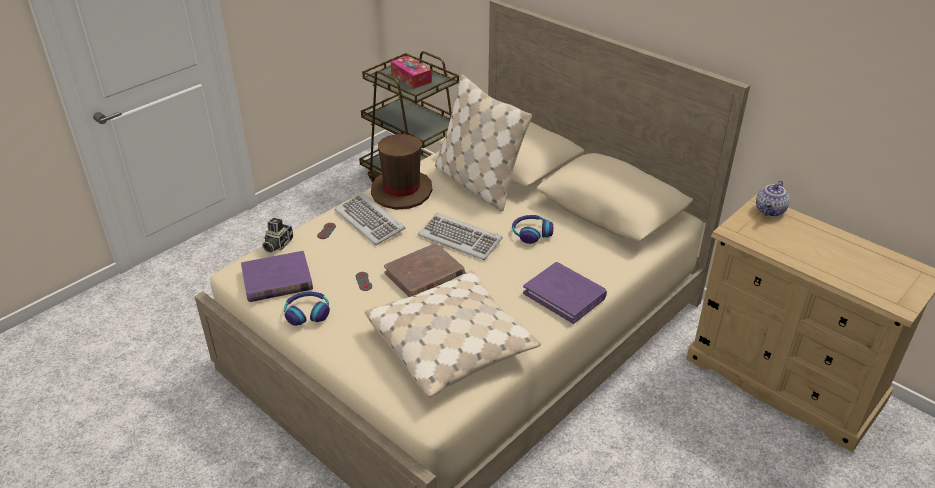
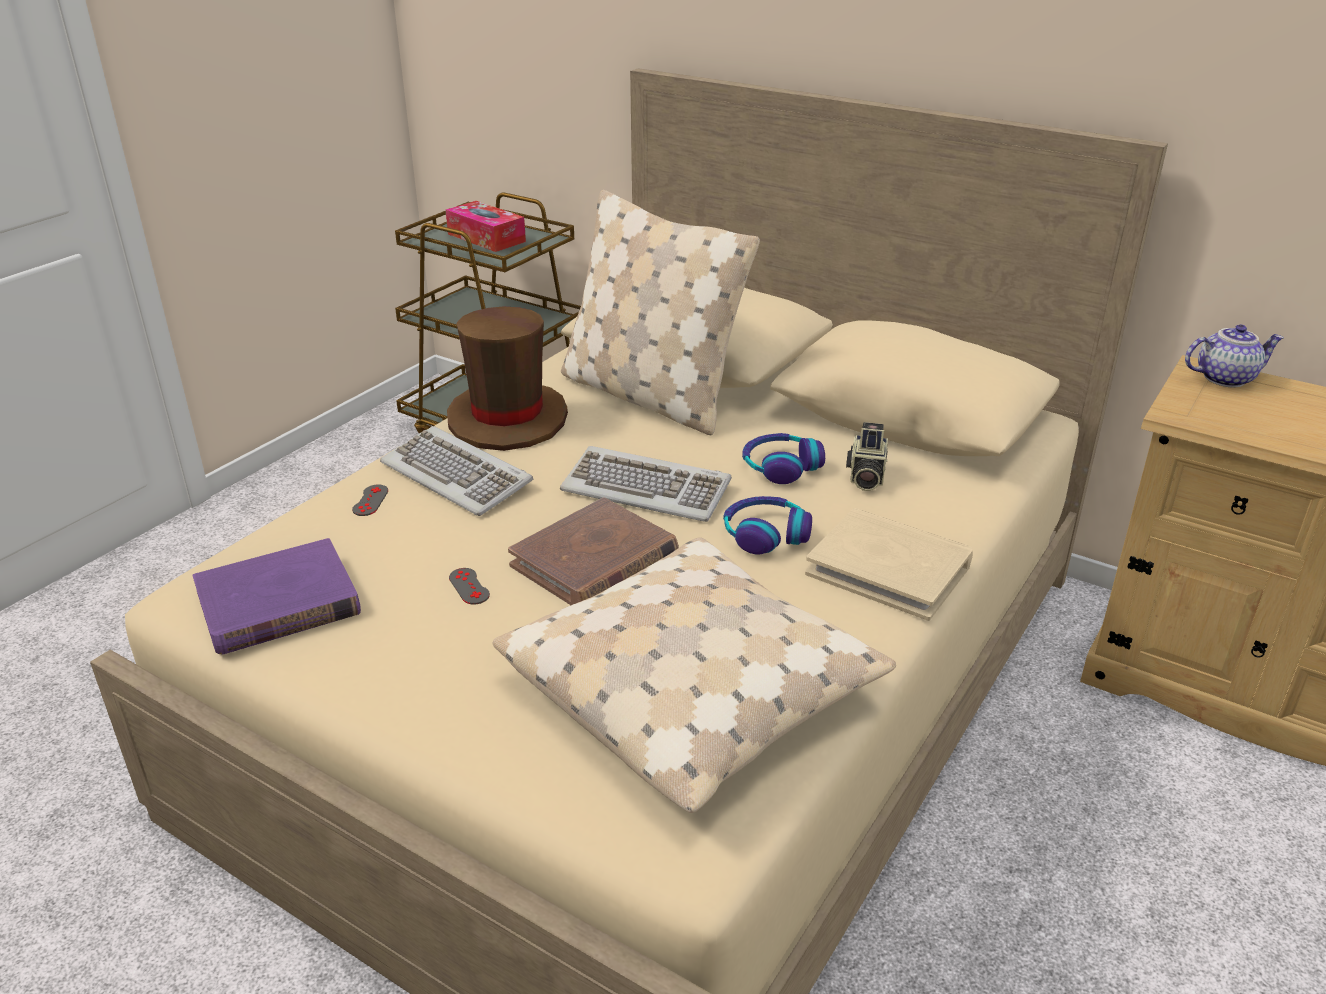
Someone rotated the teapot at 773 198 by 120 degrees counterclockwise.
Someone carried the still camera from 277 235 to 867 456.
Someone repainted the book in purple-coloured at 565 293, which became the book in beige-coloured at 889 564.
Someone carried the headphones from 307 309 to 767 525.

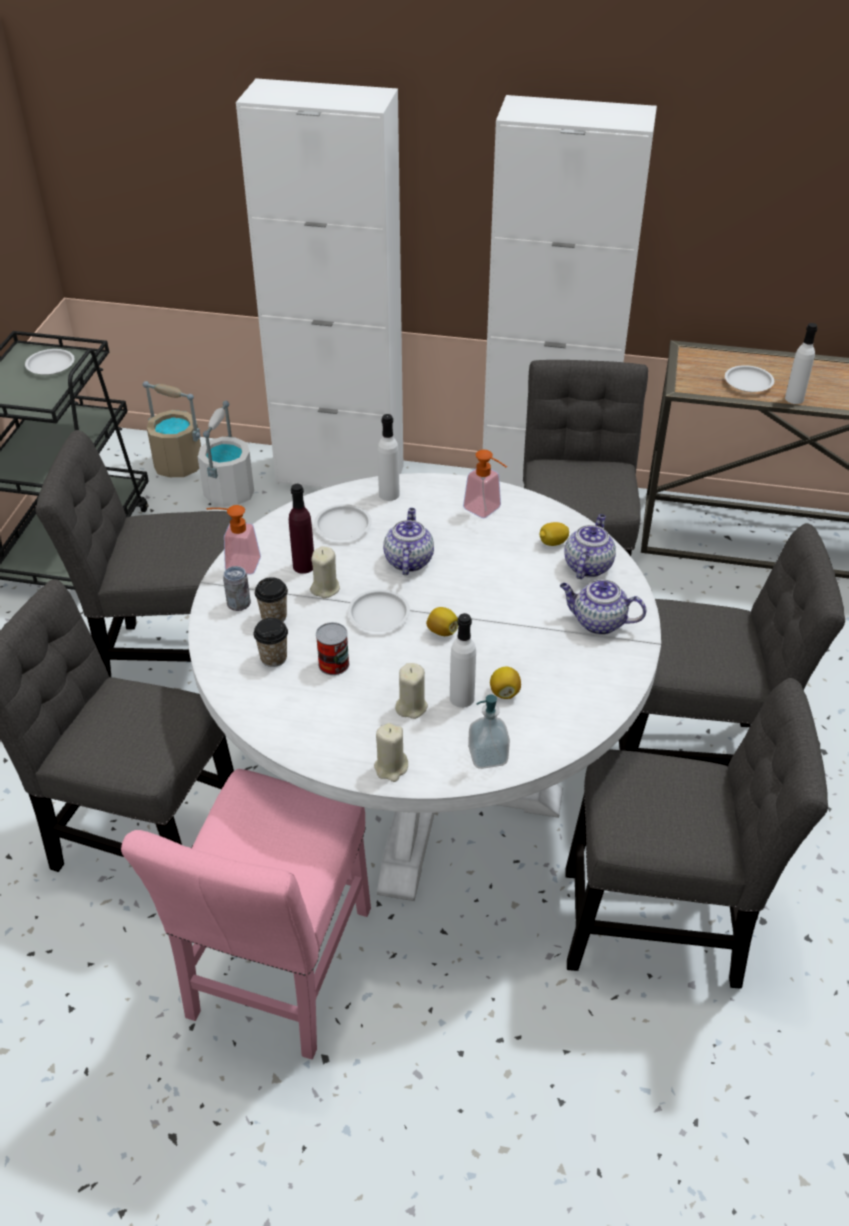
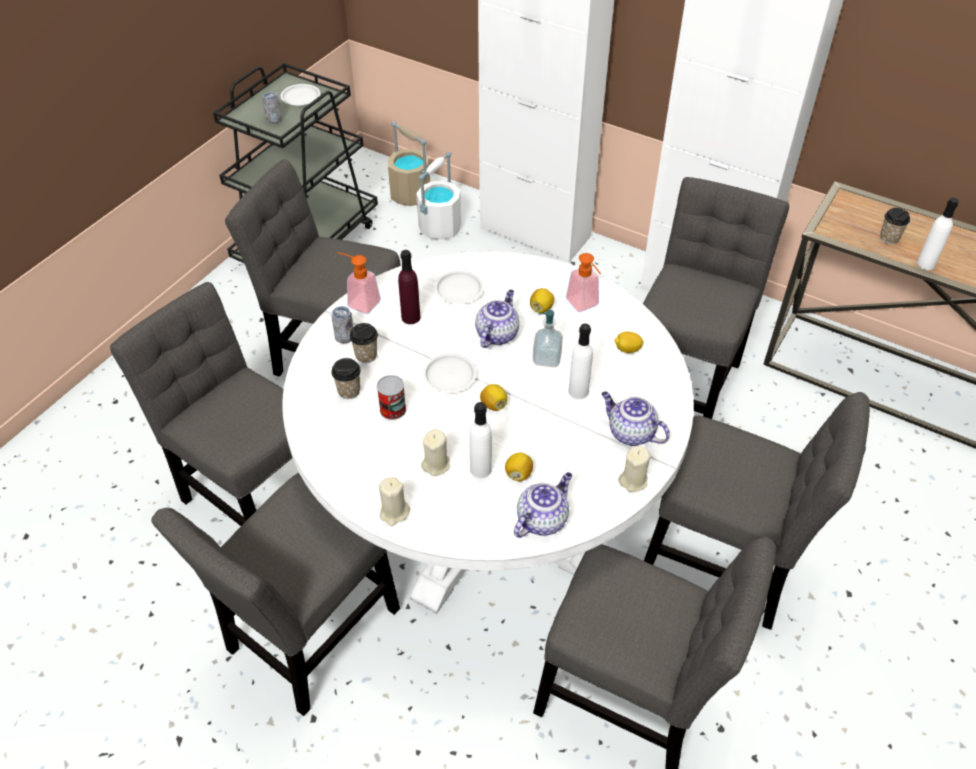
Someone swapped the dinner plate in white at 749 378 for the drinking cup at 895 226.
Someone carried the bottle in white from 389 457 to 581 361.
Someone carried the teapot from 590 546 to 543 505.
Someone carried the candle in beige-coloured from 325 572 to 634 468.
Someone carried the liquid soap bottle from 489 731 to 548 338.
Someone repainted the plain chair in pinkish at 246 914, which became the plain chair in greyish at 275 594.
Someone put down the can at 272 108.
Someone put down the lemon at 542 300.

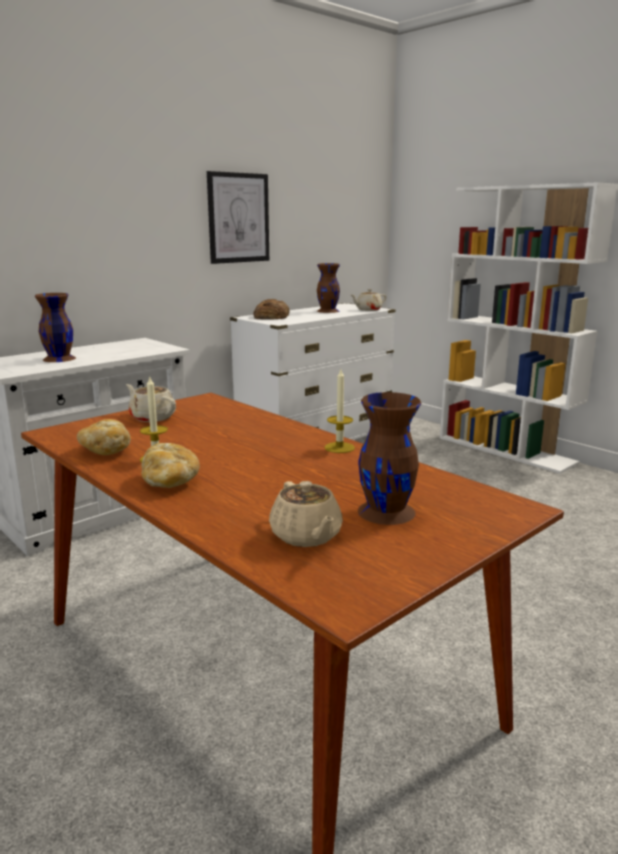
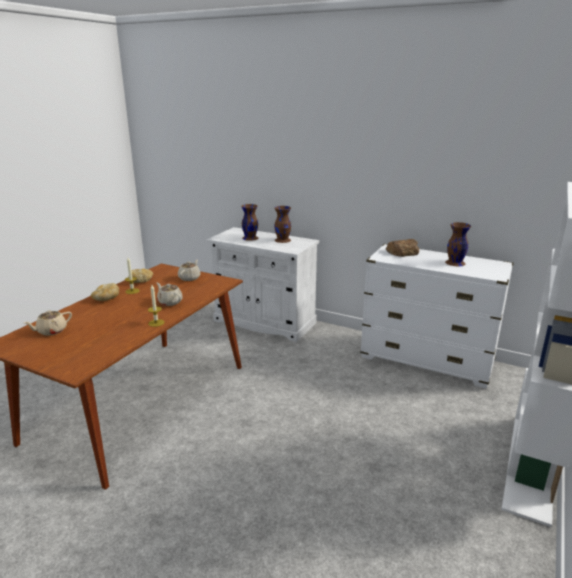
Someone took away the picture at 238 217.
Someone carried the teapot in beige-coloured from 368 300 to 170 294.
Someone carried the flower vase in brown-coloured from 389 458 to 282 224.

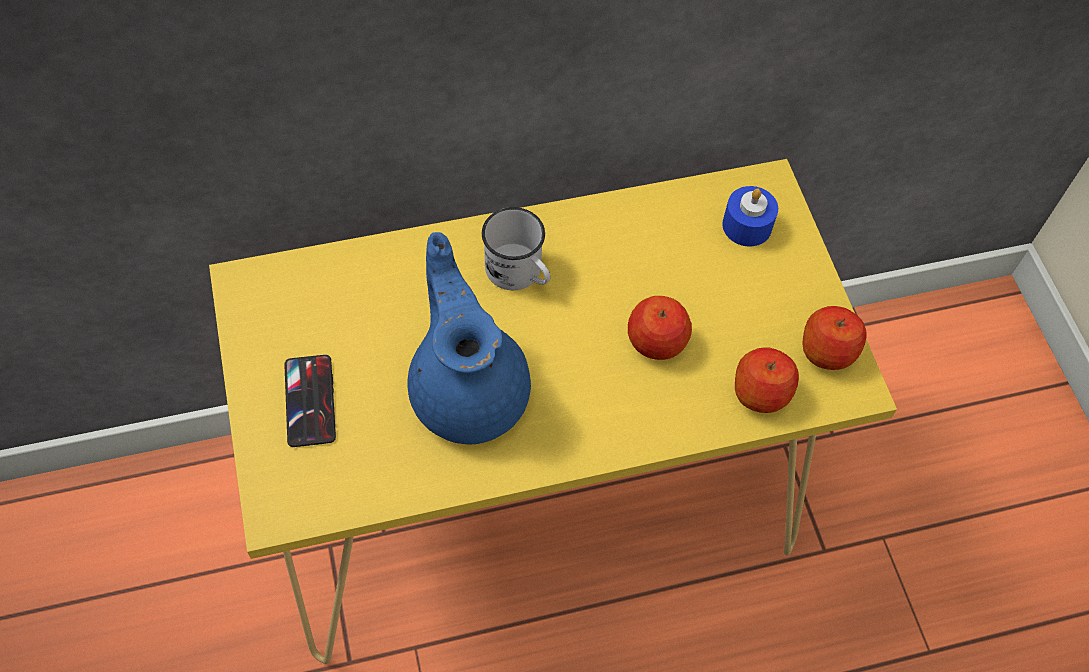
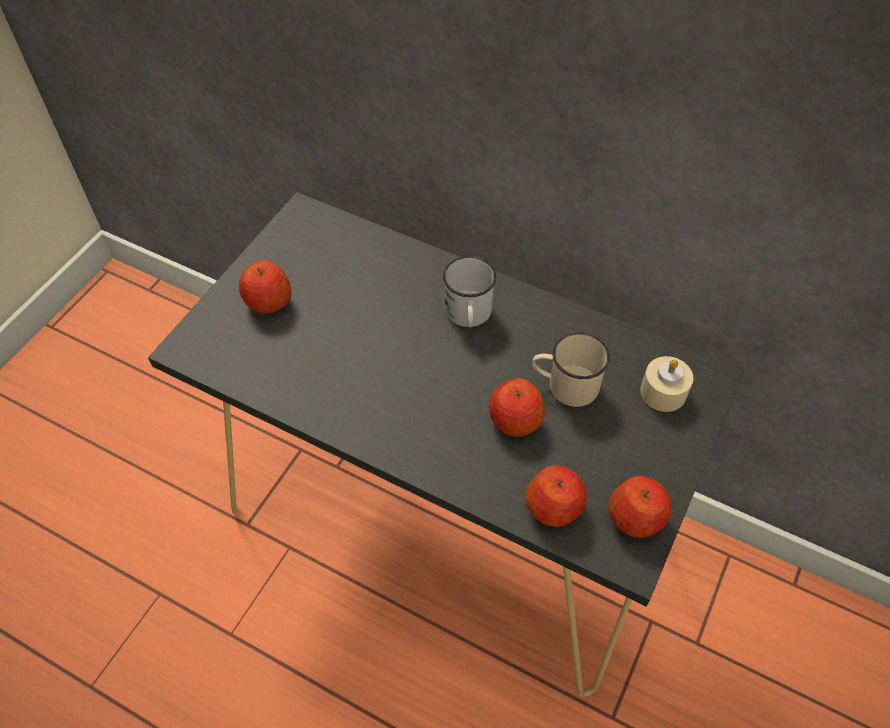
Someone repainted the console table in yellowish at 553 411, which became the console table in black-coloured at 446 444.
Someone repainted the candle in blue-coloured at 750 216, which became the candle in beige-coloured at 666 384.
Someone took away the teapot in blue-coloured at 469 338.
Someone swapped the handset at 310 401 for the whole apple at 265 287.
Someone put down the tea mug in beige-coloured at 571 369.

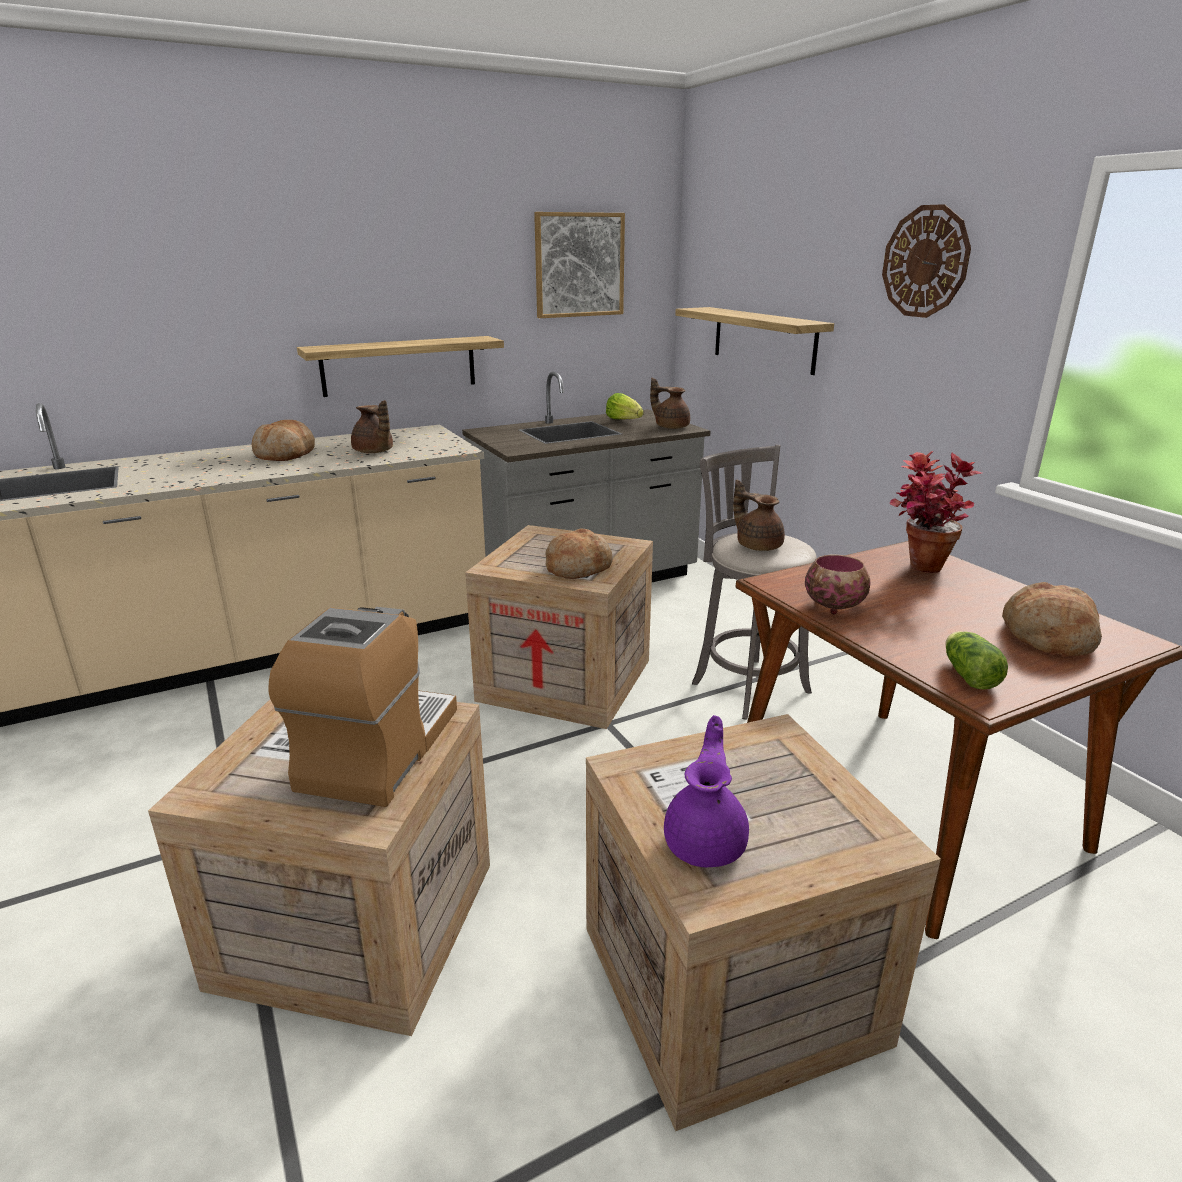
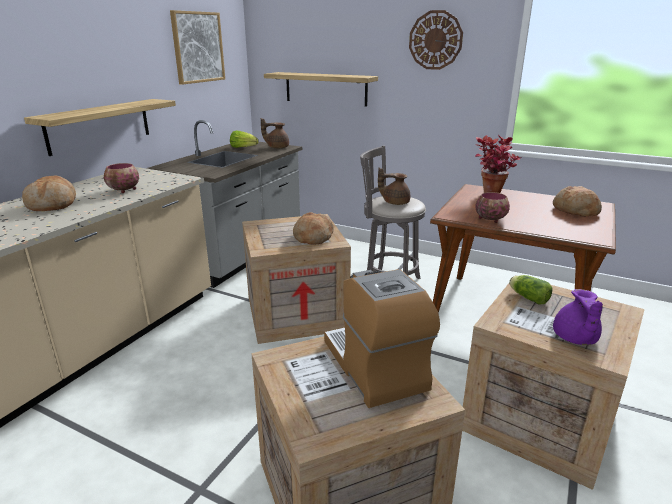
Someone swapped the teapot in brown-coloured at 372 426 for the deep dish at 121 178.
Someone carried the lettuce from 976 660 to 531 289.
Someone rotated the teapot in purple-coloured at 706 791 by 150 degrees counterclockwise.

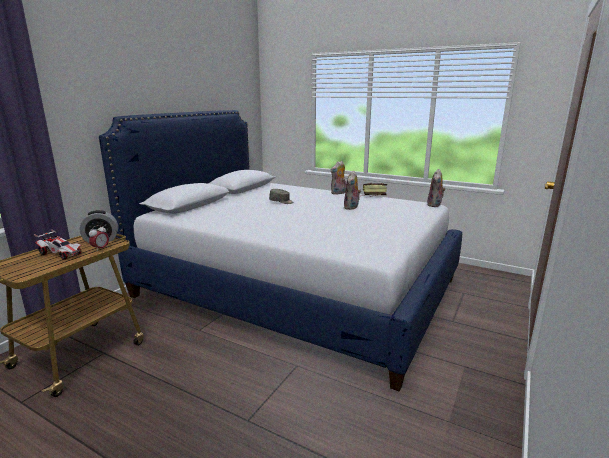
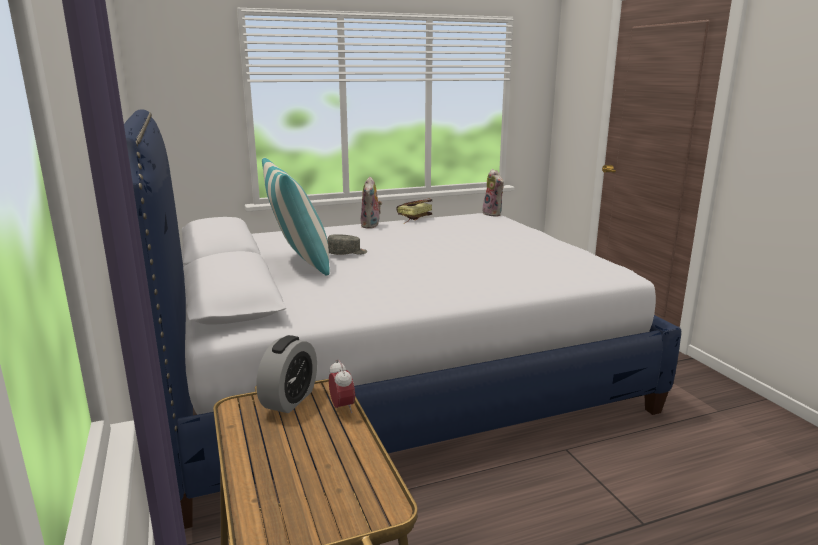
Someone took away the plush toy at 352 190.
Someone took away the miniature car at 57 244.
Someone put down the cushion at 296 217.

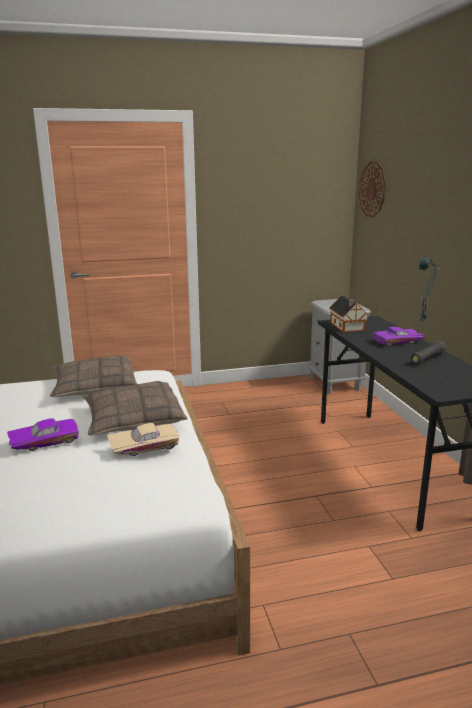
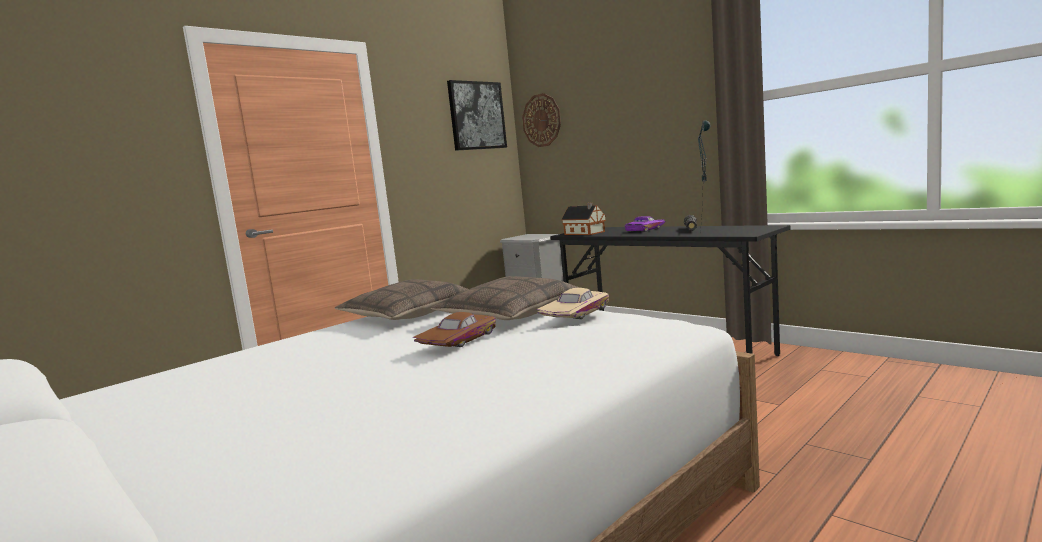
Someone repainted the miniature car in purple-coloured at 43 434, which became the miniature car in brown-coloured at 454 329.
Someone put up the picture at 477 115.

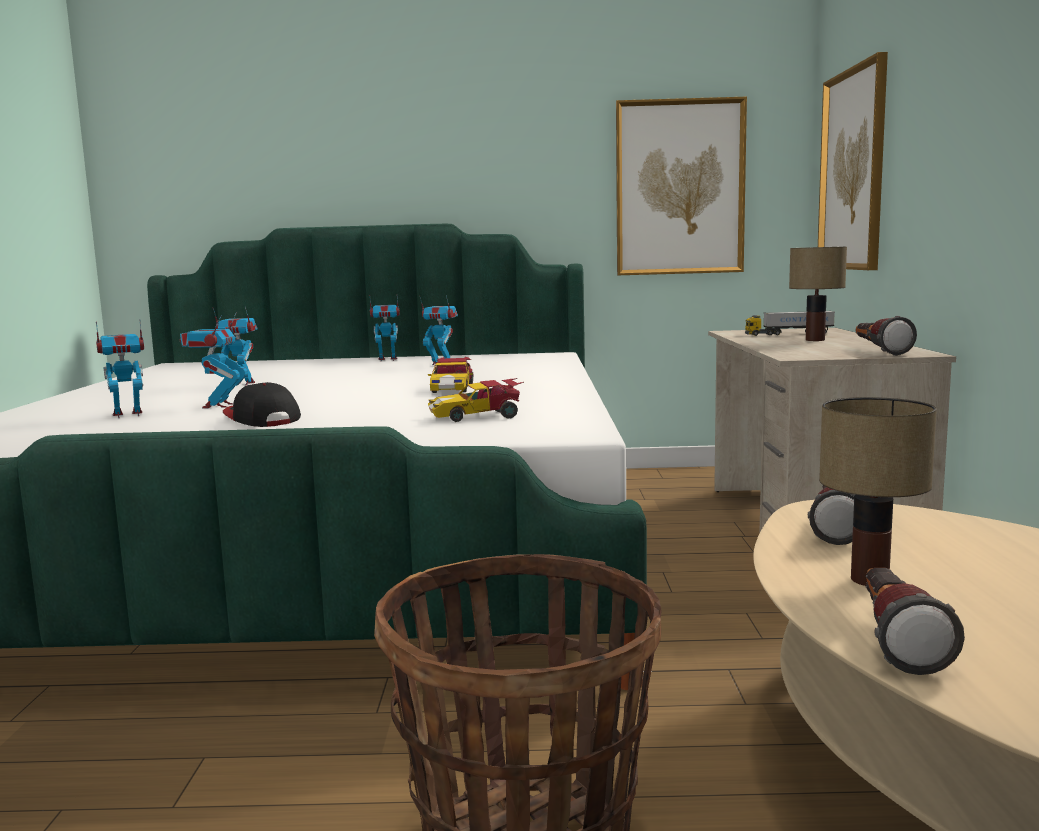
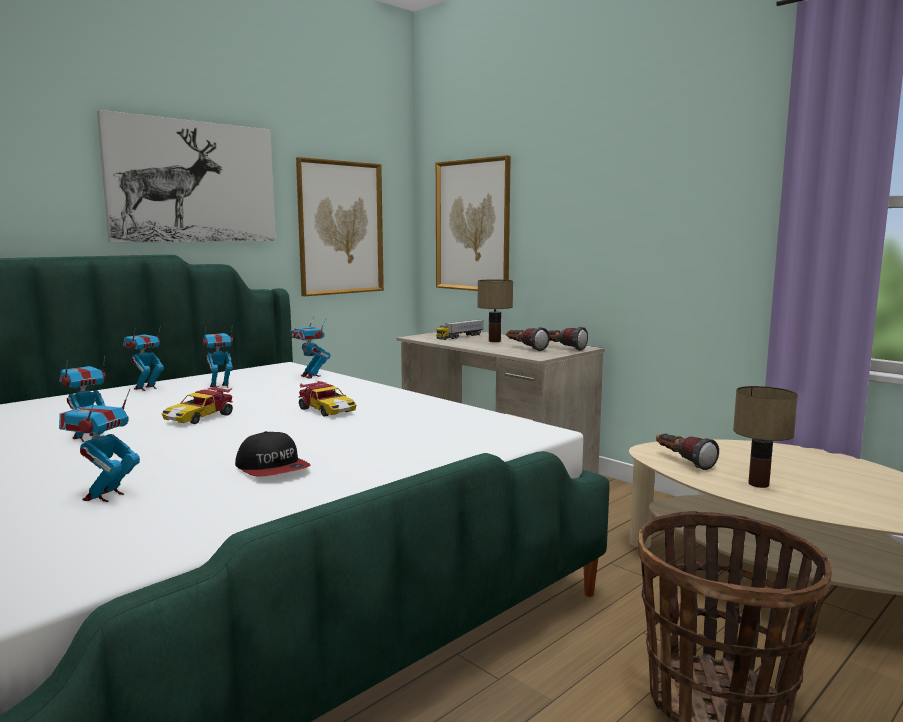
Someone carried the model robot from 214 360 to 310 348.
Someone carried the miniature car from 476 400 to 197 405.
Someone rotated the peaked cap at 262 404 by 135 degrees counterclockwise.
Someone carried the hand torch from 915 621 to 528 339.
Someone put up the picture at 186 176.

